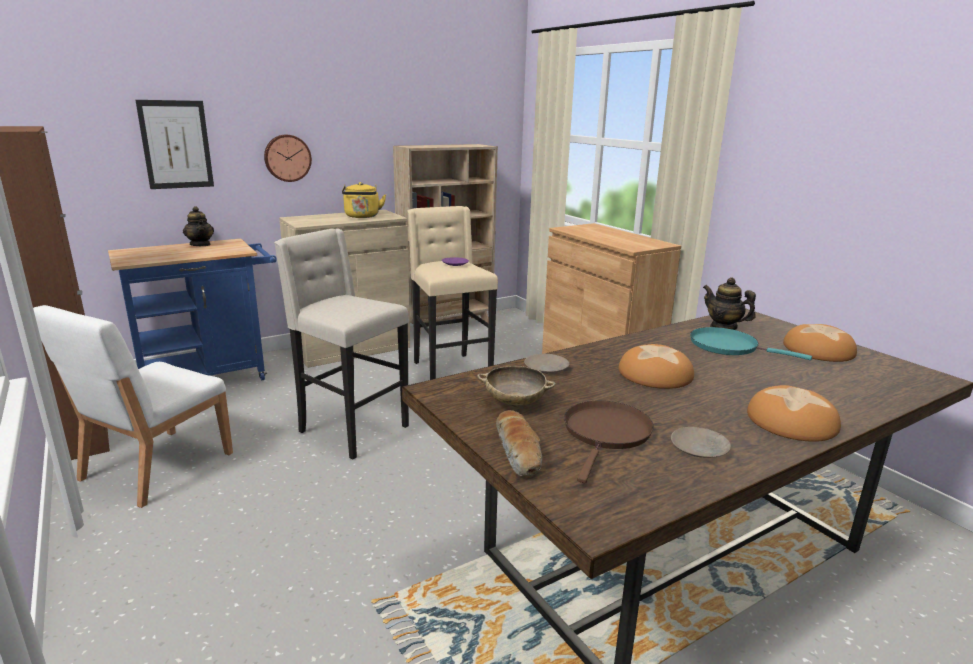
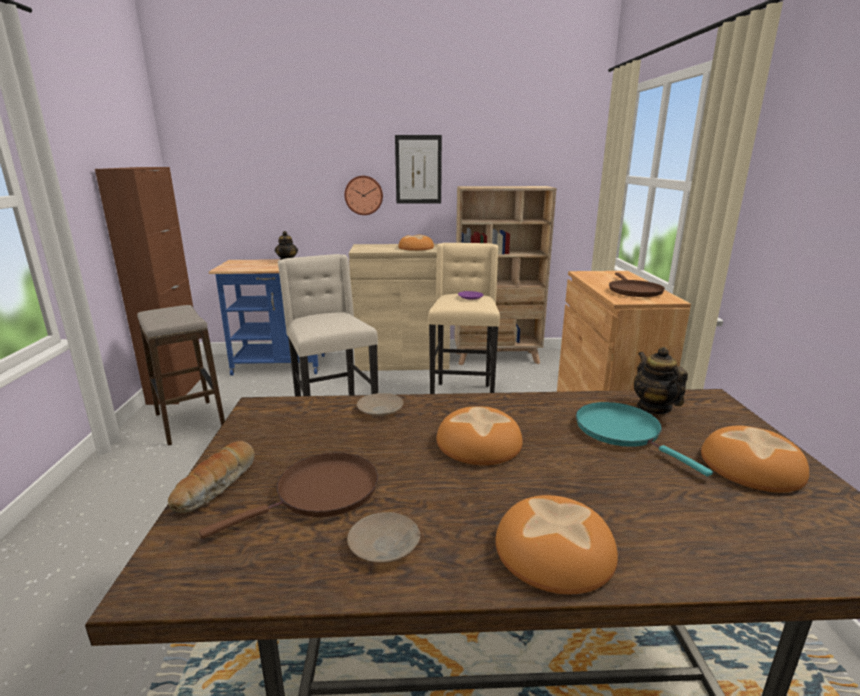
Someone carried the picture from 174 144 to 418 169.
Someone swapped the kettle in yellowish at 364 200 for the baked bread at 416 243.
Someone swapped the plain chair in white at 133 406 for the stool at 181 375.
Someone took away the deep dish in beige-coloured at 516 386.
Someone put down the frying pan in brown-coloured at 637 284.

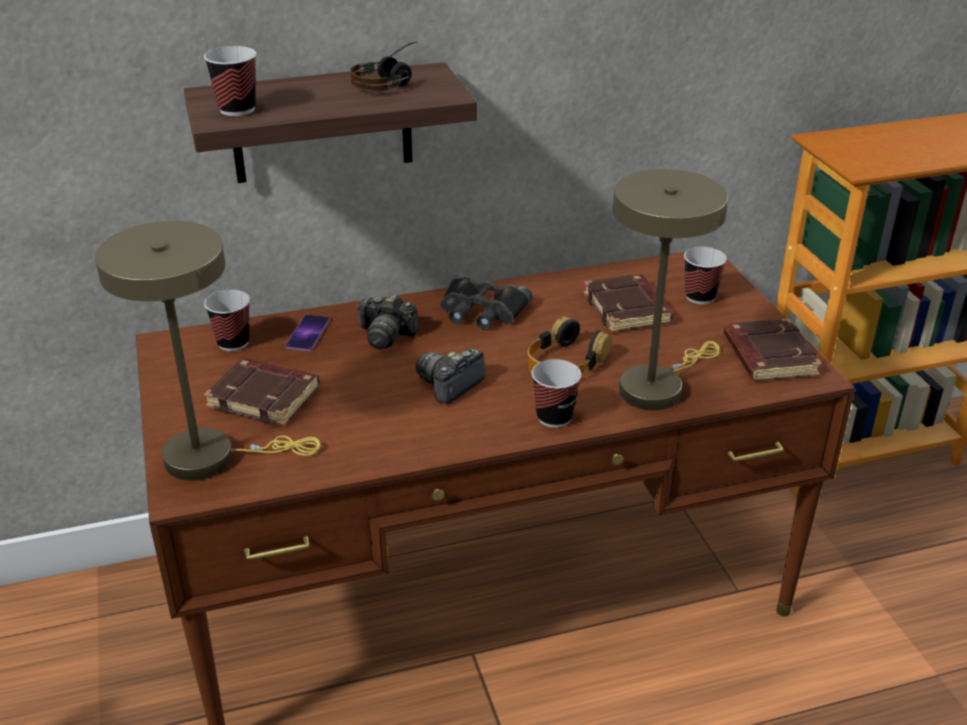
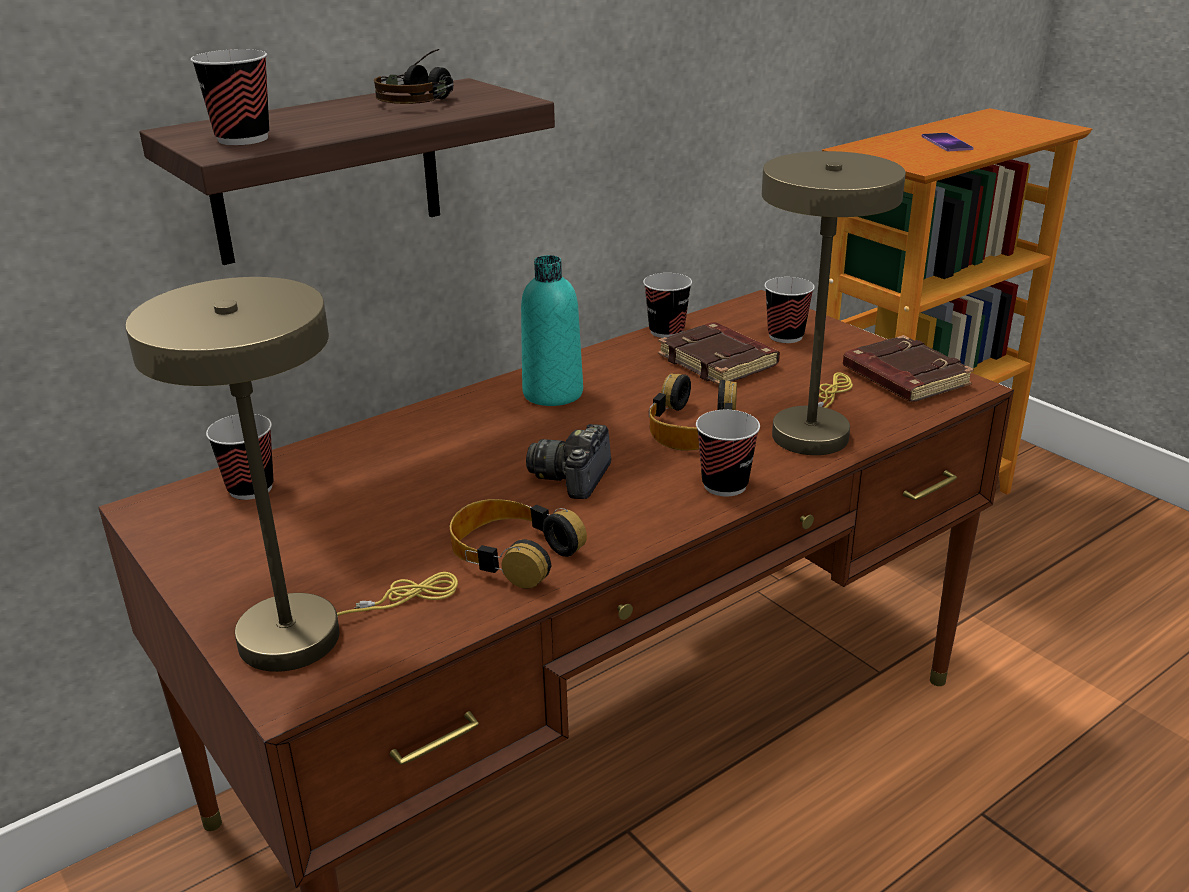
Someone swapped the binoculars in black-coloured at 486 302 for the bottle in blue-green at 552 330.
Someone took away the still camera at 388 321.
Someone carried the handset from 307 333 to 948 142.
Someone took away the book in brown-coloured at 261 392.
Someone put down the drinking cup at 667 305.
Someone put down the headphones at 518 544.

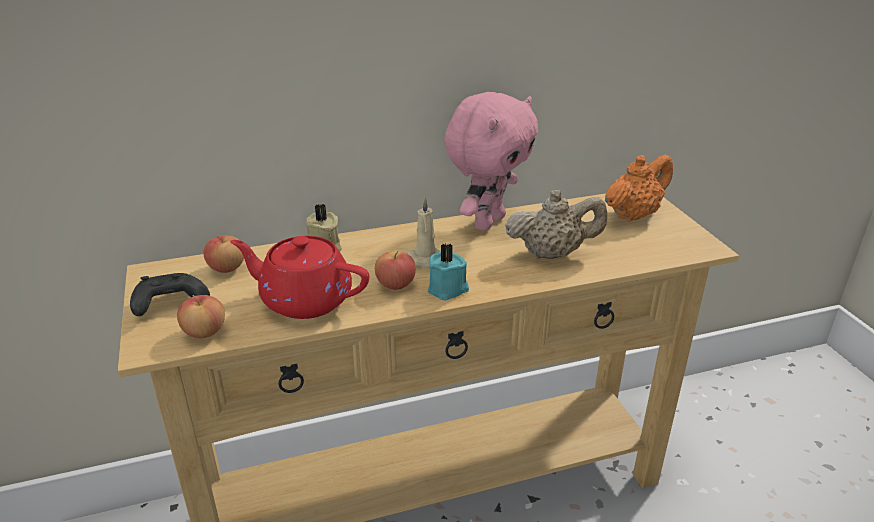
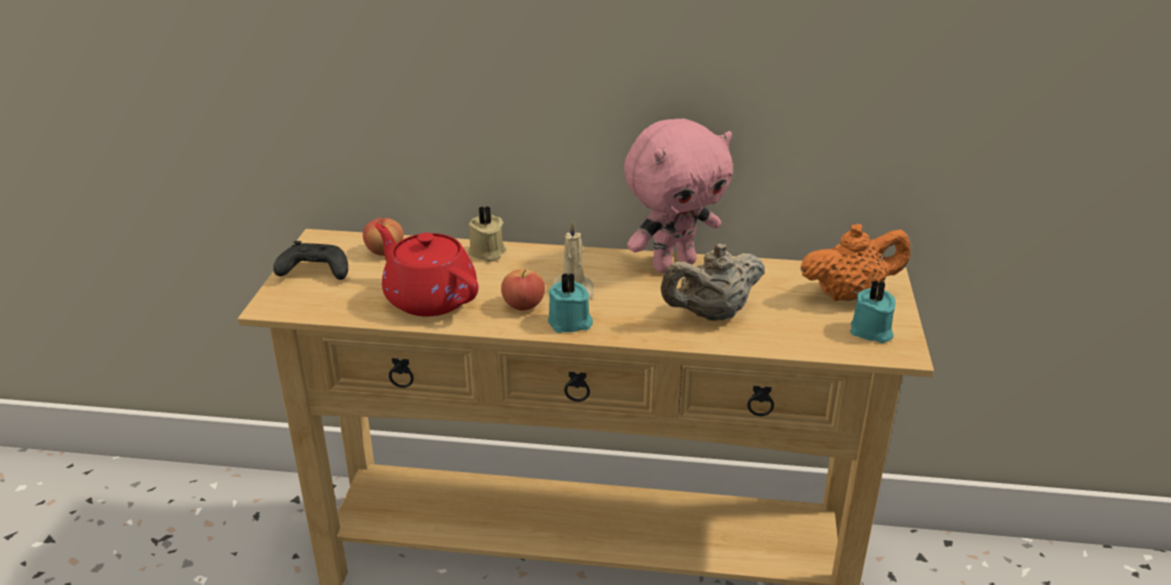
Someone rotated the teapot in beige-coloured at 556 224 by 135 degrees clockwise.
Someone took away the whole apple at 201 316.
Someone put down the candle in blue-green at 873 311.

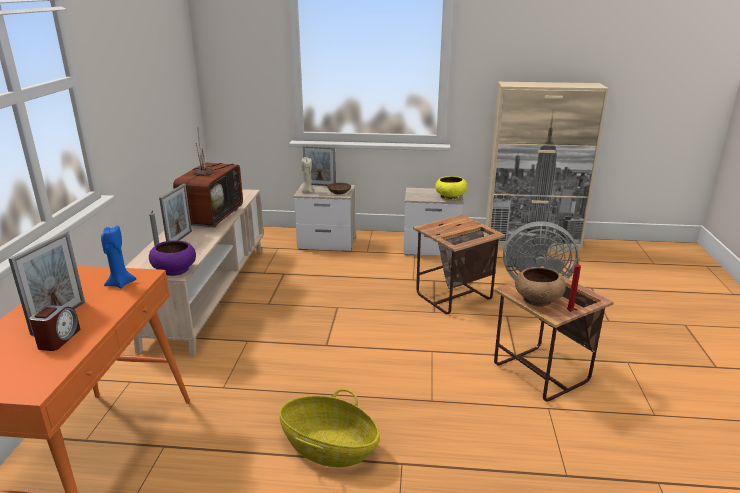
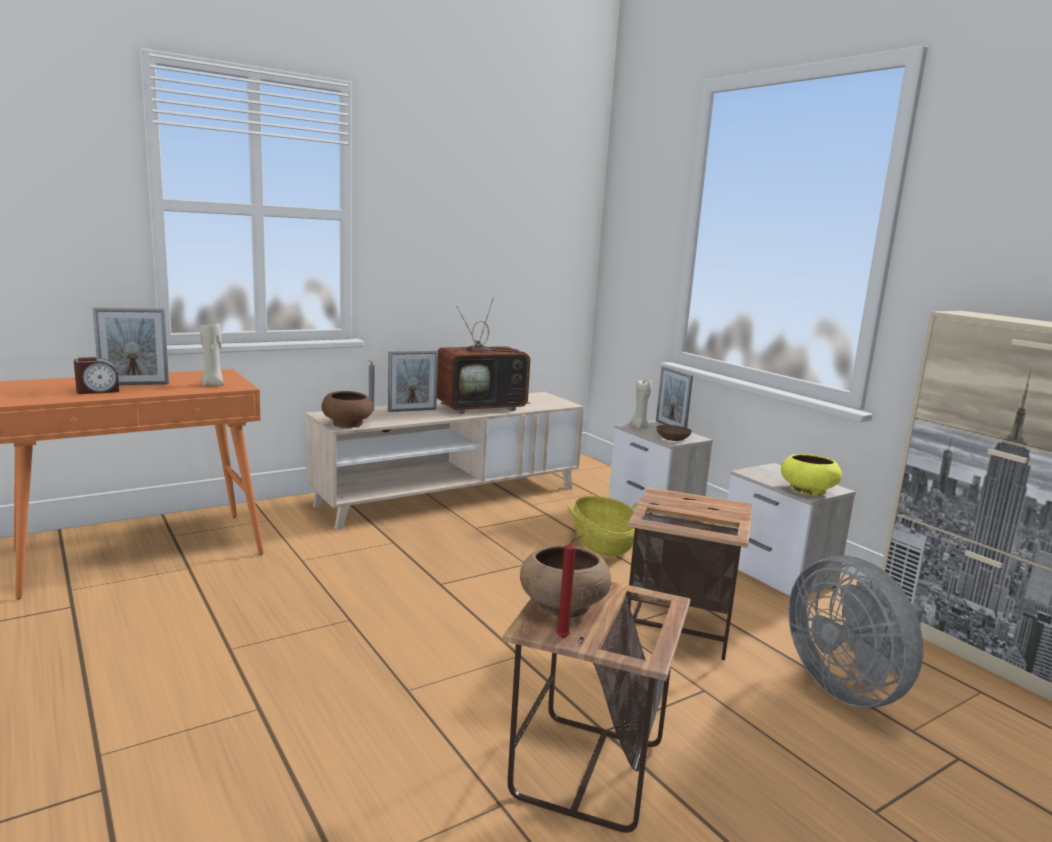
Someone repainted the candle in blue-coloured at 118 256, which became the candle in beige-coloured at 212 355.
Someone repainted the deep dish in purple-coloured at 172 258, which became the deep dish in brown-coloured at 347 409.
Someone carried the basket from 329 428 to 602 526.

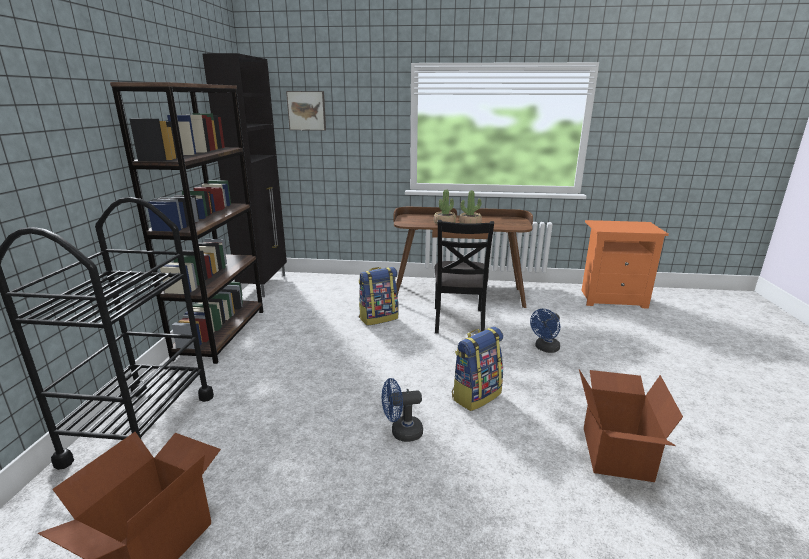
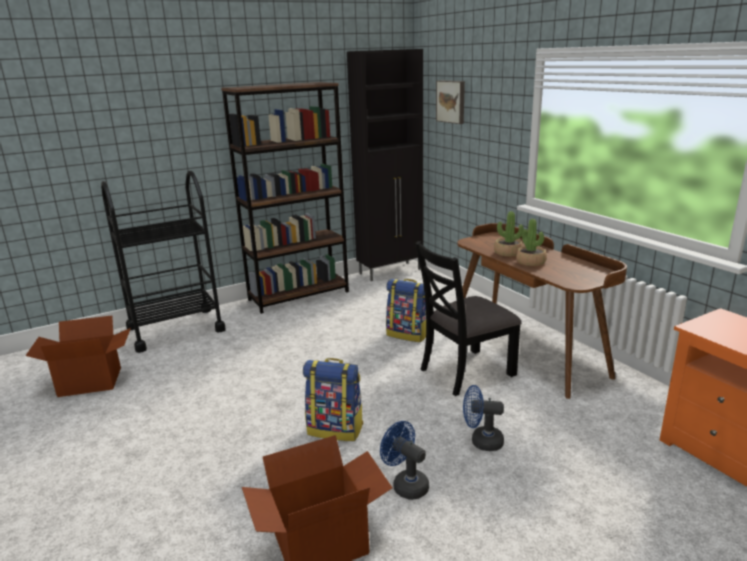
Someone carried the cooling fan in blue-coloured from 402 410 to 404 460.

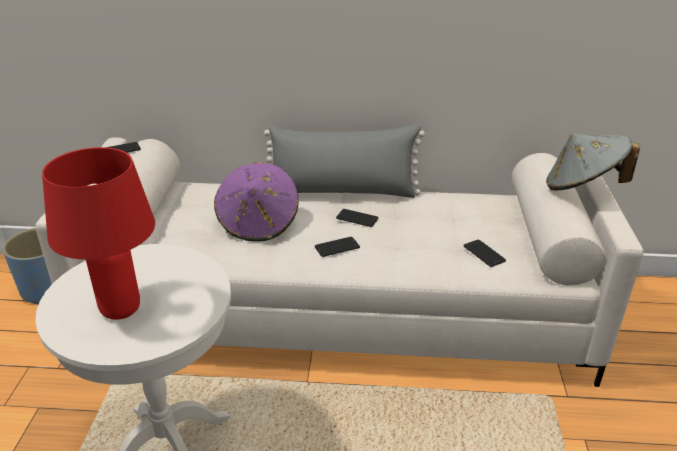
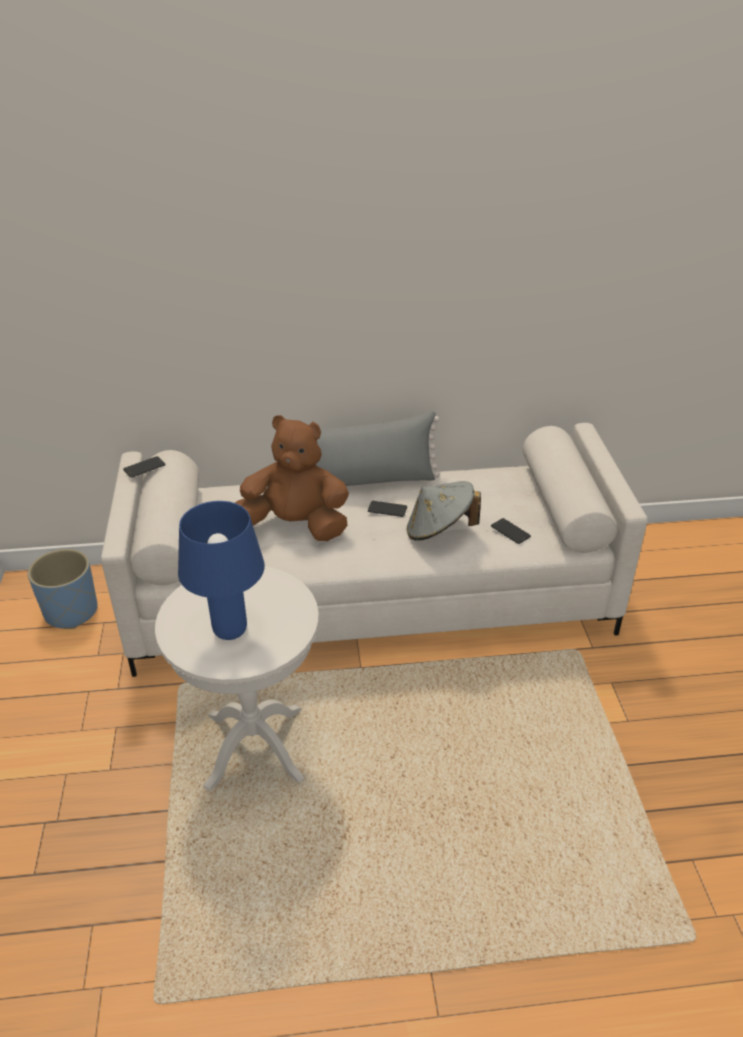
Someone carried the hat in greyish from 593 162 to 444 510.
Someone repainted the lamp for a table in red-coloured at 98 233, which became the lamp for a table in blue-coloured at 221 570.
Someone swapped the hat in purple-coloured at 256 202 for the plush toy in brown-coloured at 292 478.
Someone took away the handset at 337 247.

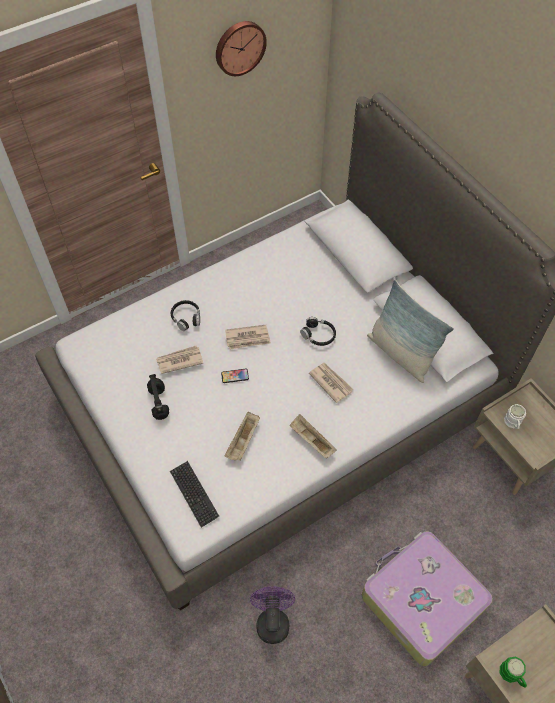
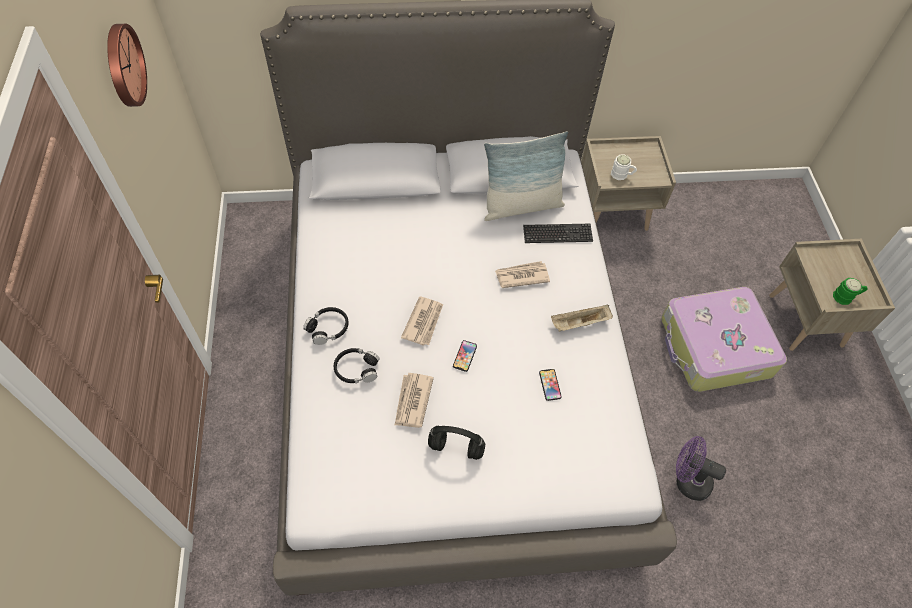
Someone carried the headphones in black-coloured from 318 331 to 326 326.
Someone swapped the serving tray in beige-coloured at 242 436 for the handset at 550 385.
Someone carried the computer keyboard from 194 494 to 558 233.

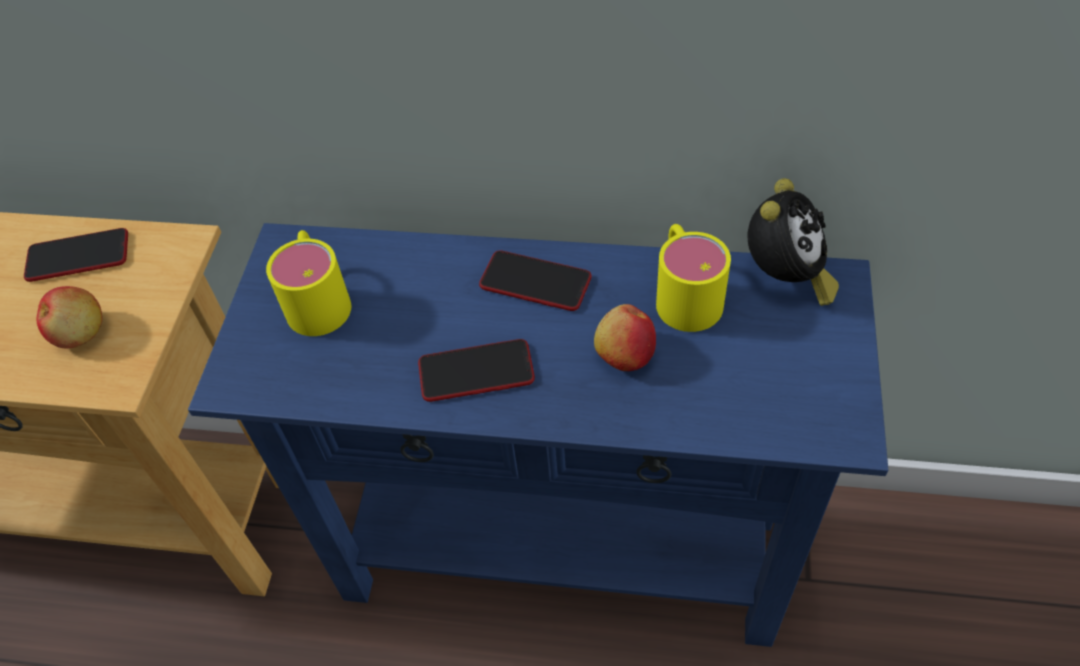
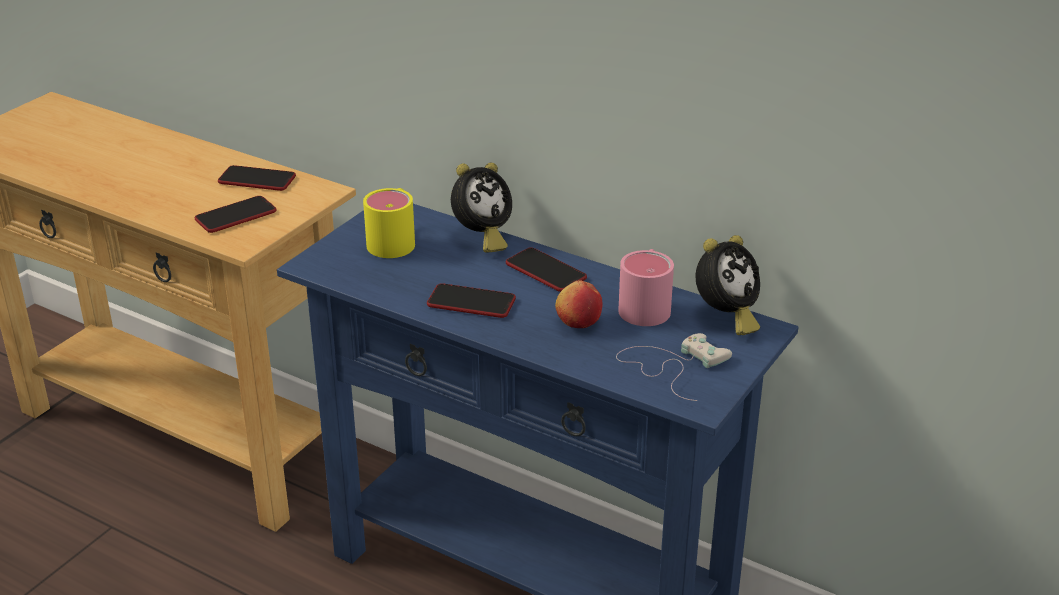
Someone repainted the tea mug in yellowish at 693 278, which became the tea mug in pinkish at 646 287.
Someone swapped the whole apple at 69 317 for the handset at 236 214.
Someone put down the bedside clock at 481 208.
Someone put down the joypad in white at 674 367.

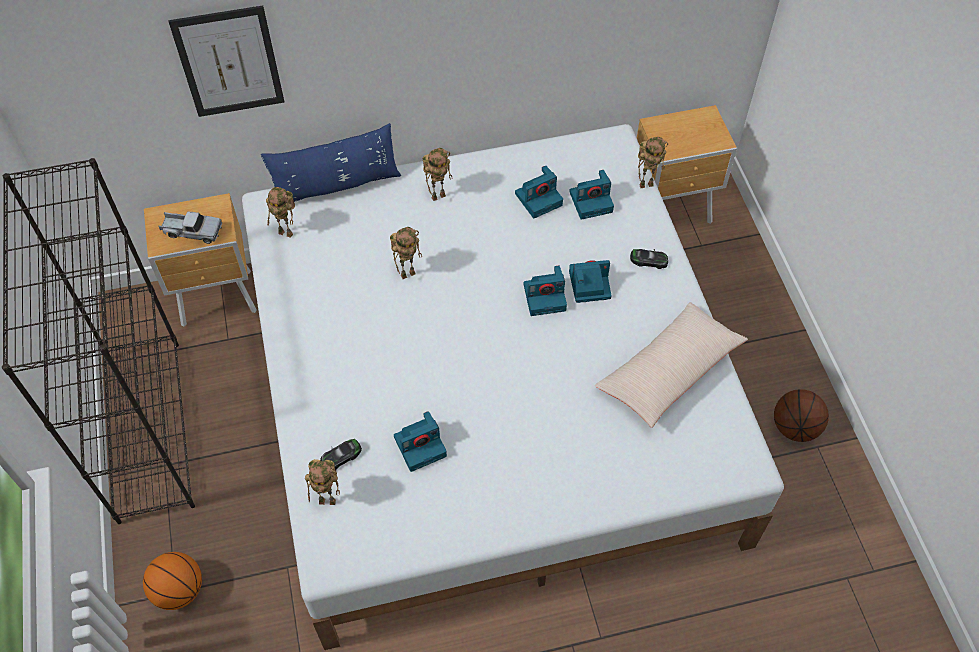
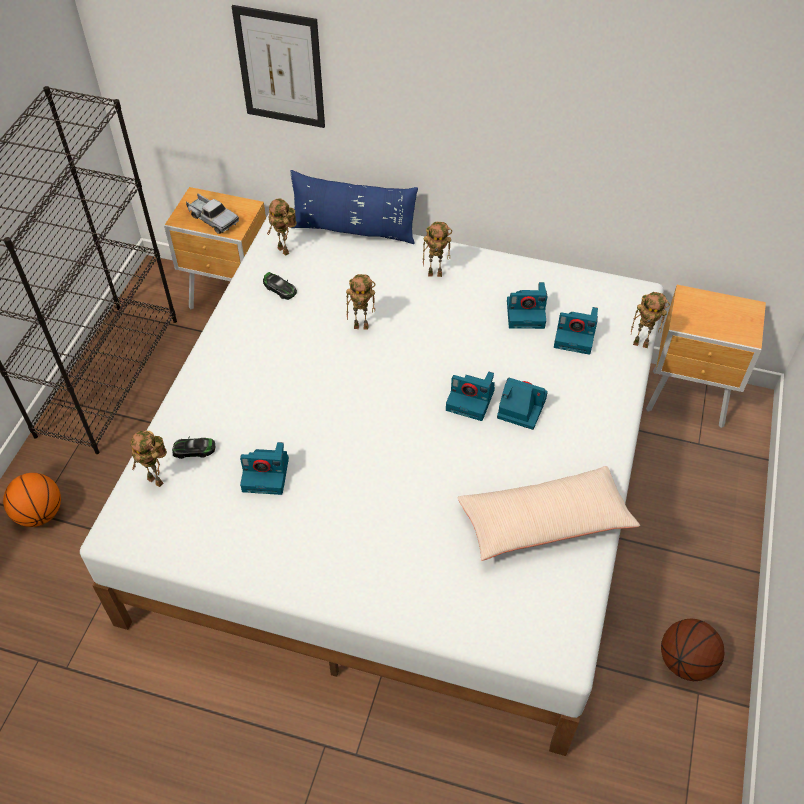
Someone carried the miniature car from 649 259 to 280 286.

